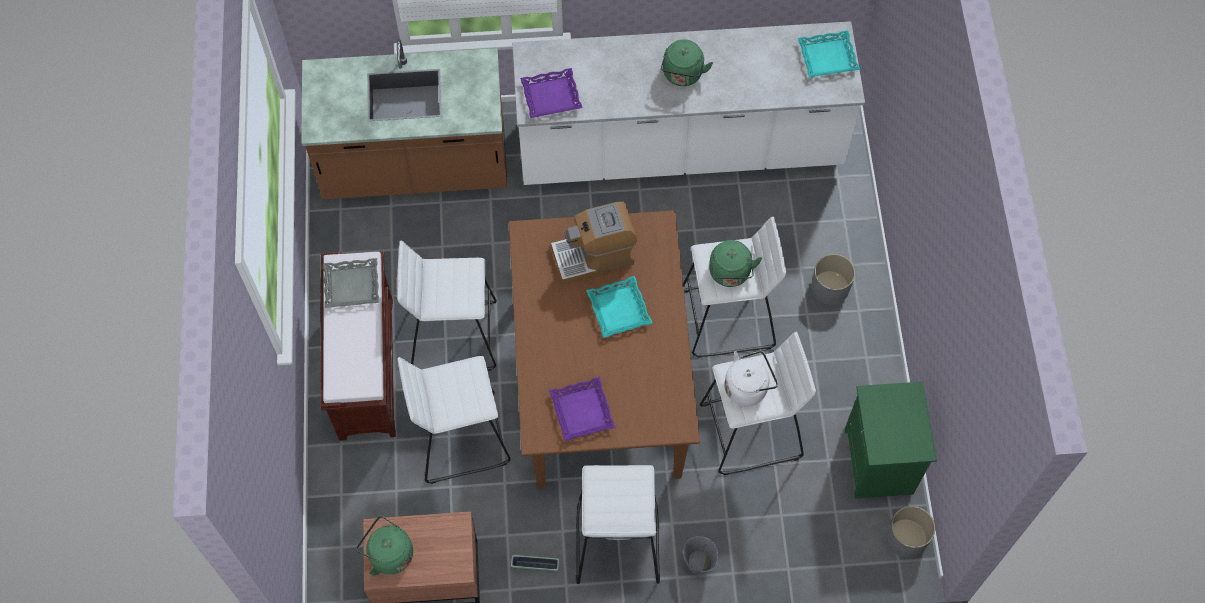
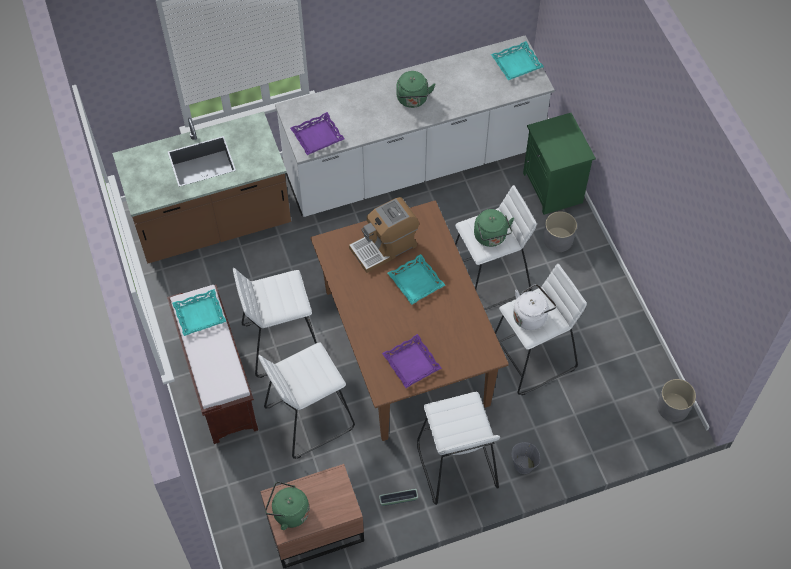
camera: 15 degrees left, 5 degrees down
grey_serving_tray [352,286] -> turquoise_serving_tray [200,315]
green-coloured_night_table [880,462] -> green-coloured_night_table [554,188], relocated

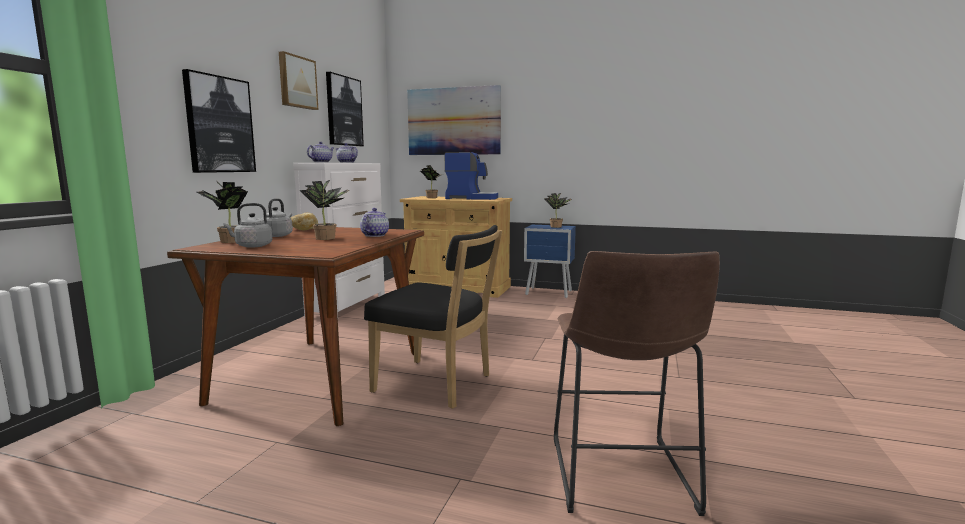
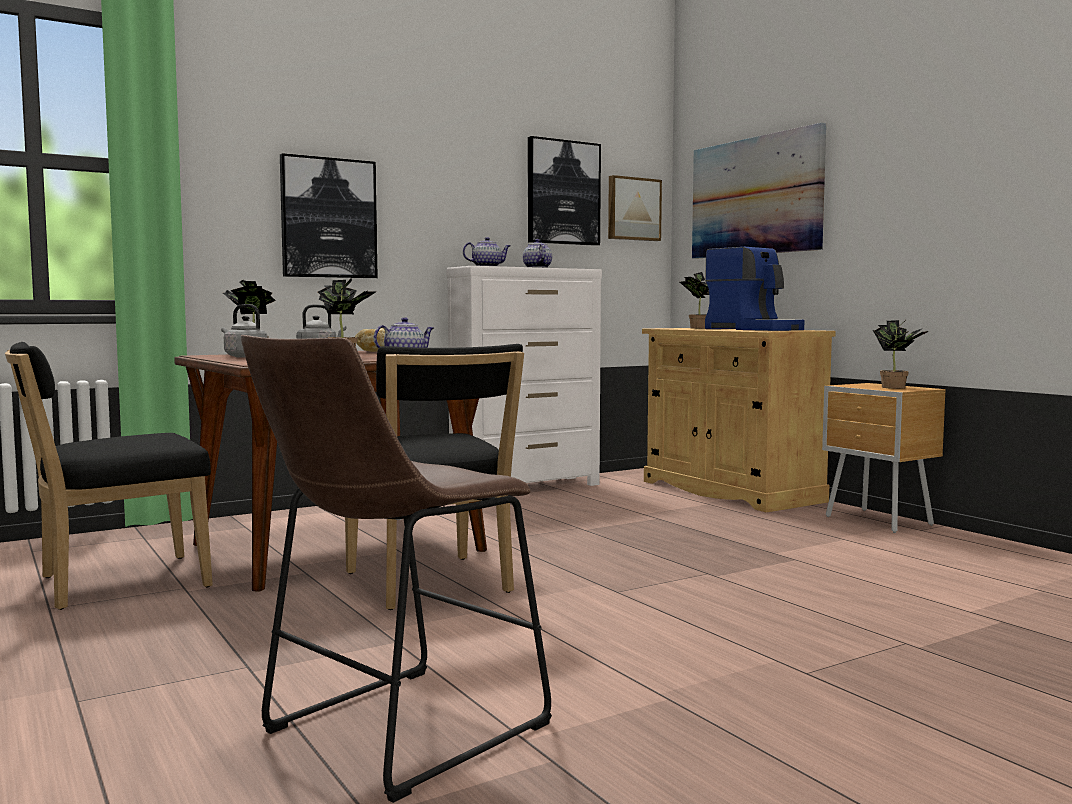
camera: 40 degrees right, 5 degrees down
wall_picture [297,82] -> wall_picture [633,209], relocated
blue_night_table [549,293] -> brown_night_table [879,521]
none -> blackish_plain_chair [115,583]

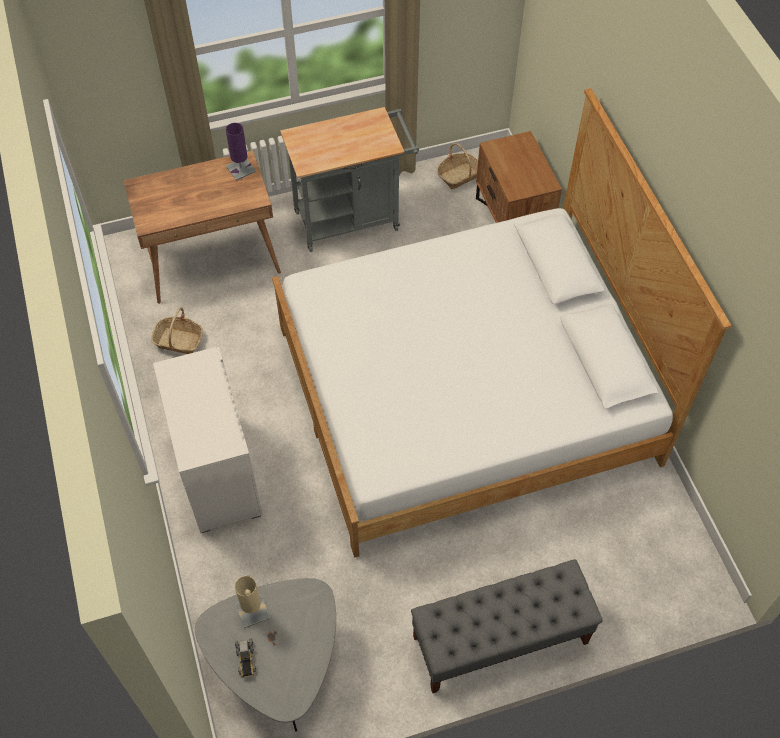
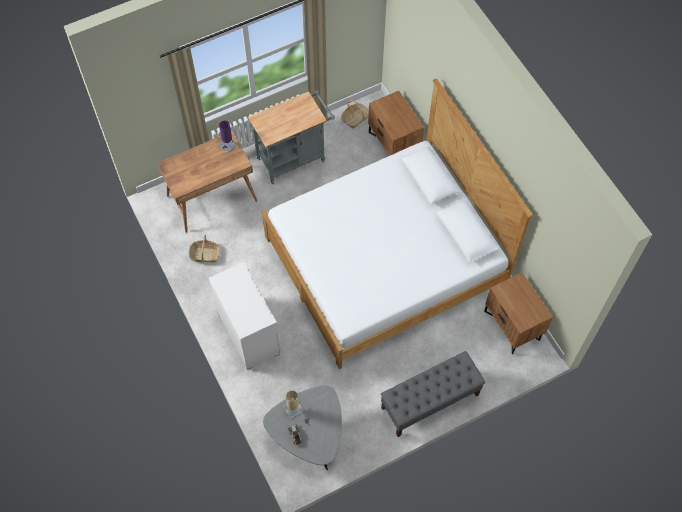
camera: 10 degrees left, 5 degrees up
none -> brown_night_table [512,325]

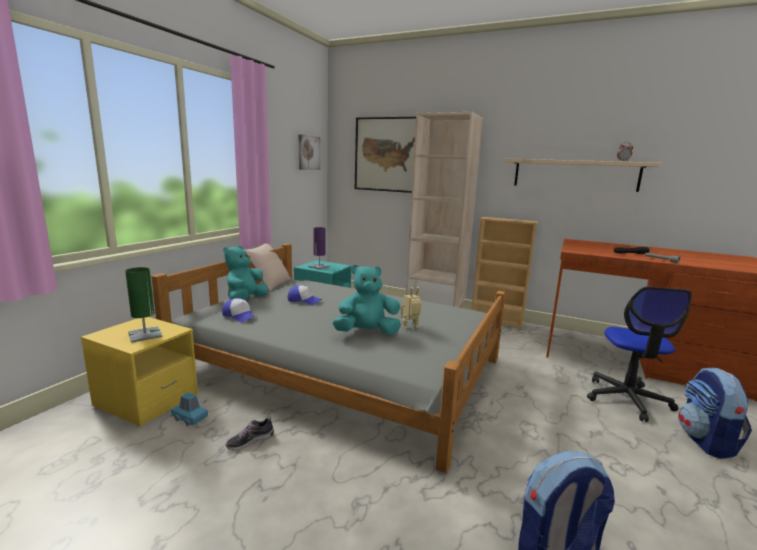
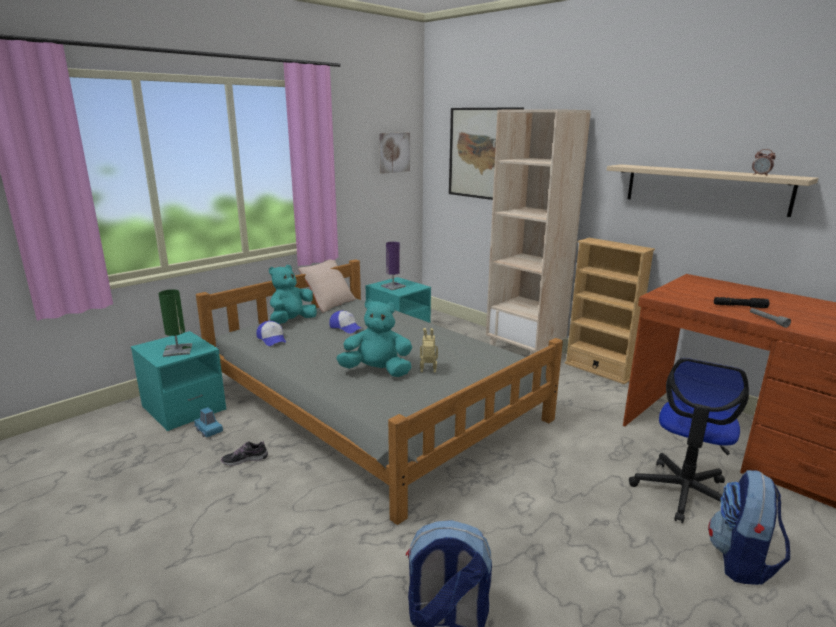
camera: 20 degrees right, 5 degrees up
yellow-coloured_night_table [146,400] -> turquoise_night_table [184,408]

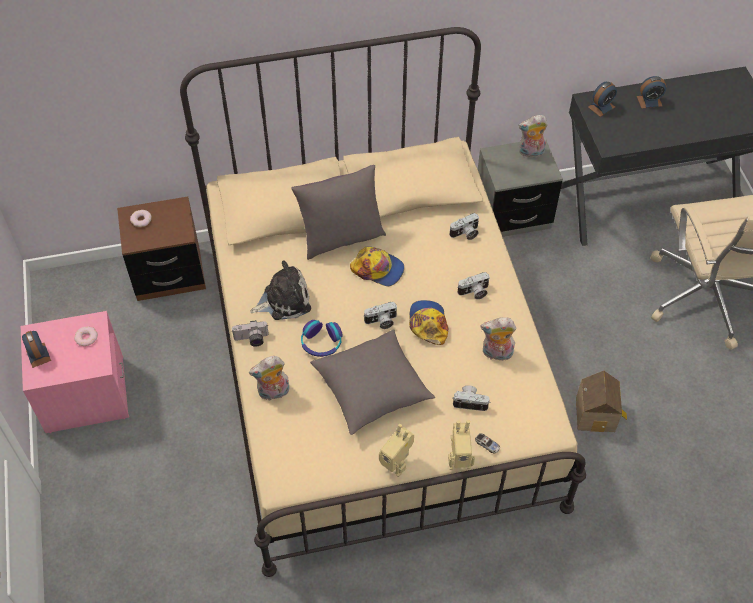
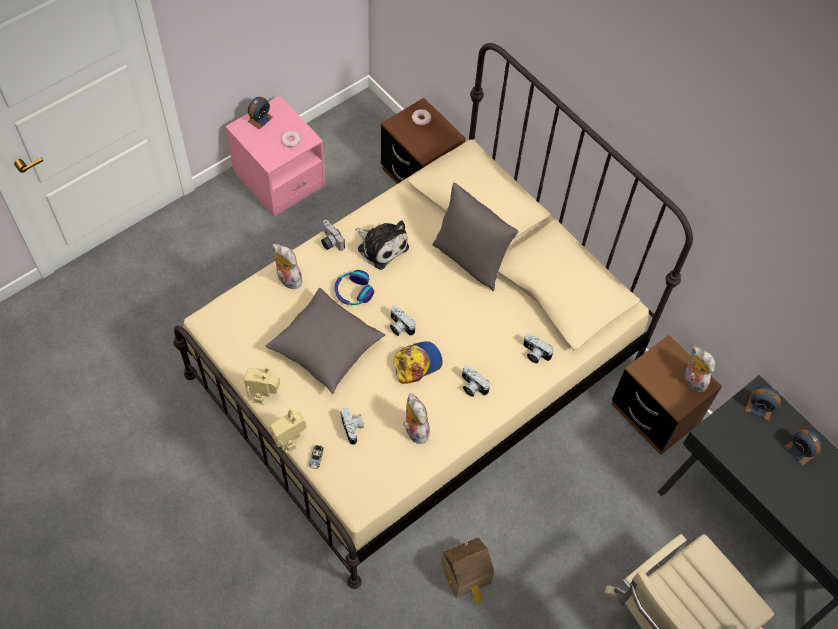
camera: 60 degrees right, 5 degrees up
baseball_cap [378,269] -> none
grey_night_table [512,215] -> brown_night_table [654,414]

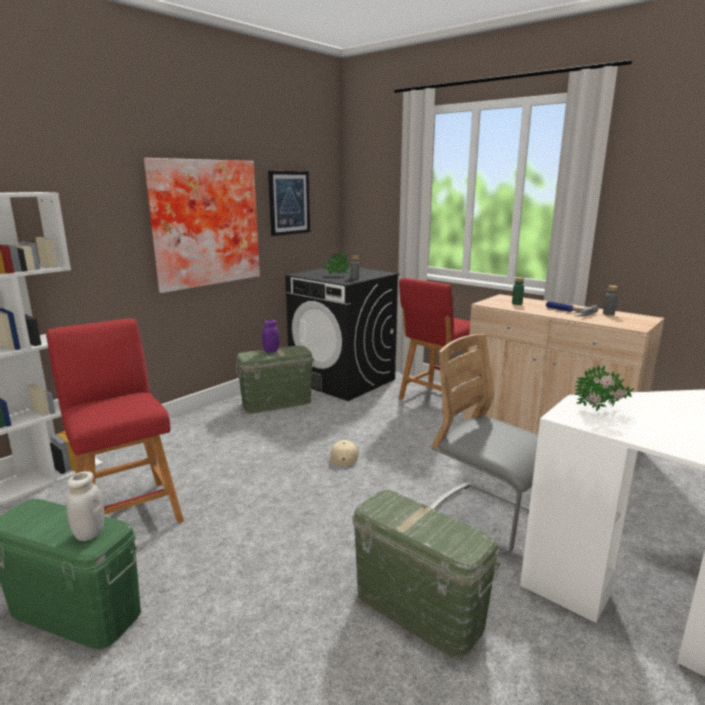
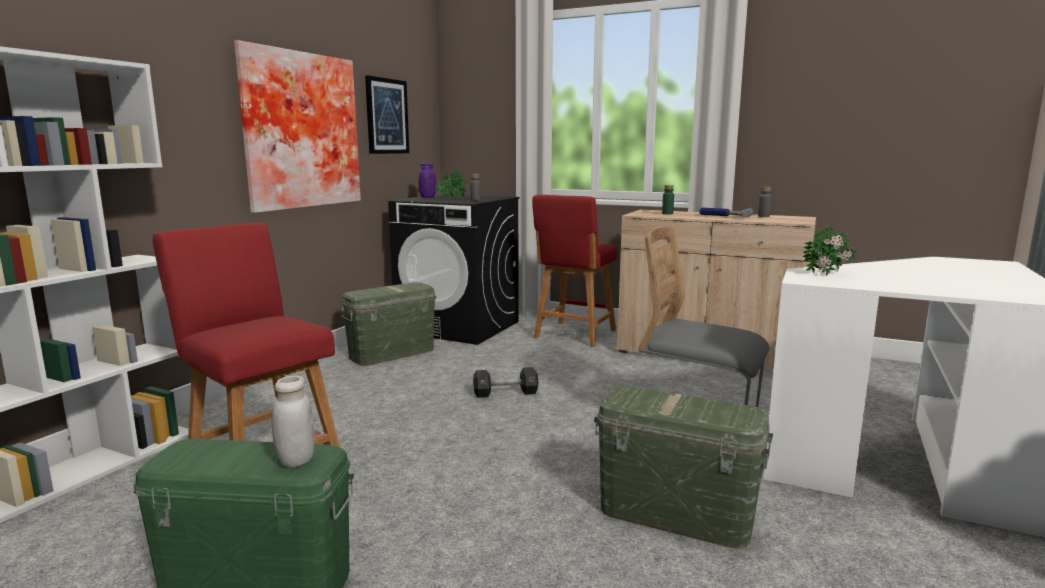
camera: 15 degrees left, 5 degrees down
purple-coloured_jar [271,351] -> purple-coloured_jar [427,197], relocated
beige_baseball_cap [344,455] -> blackish_dumbbell [505,393]

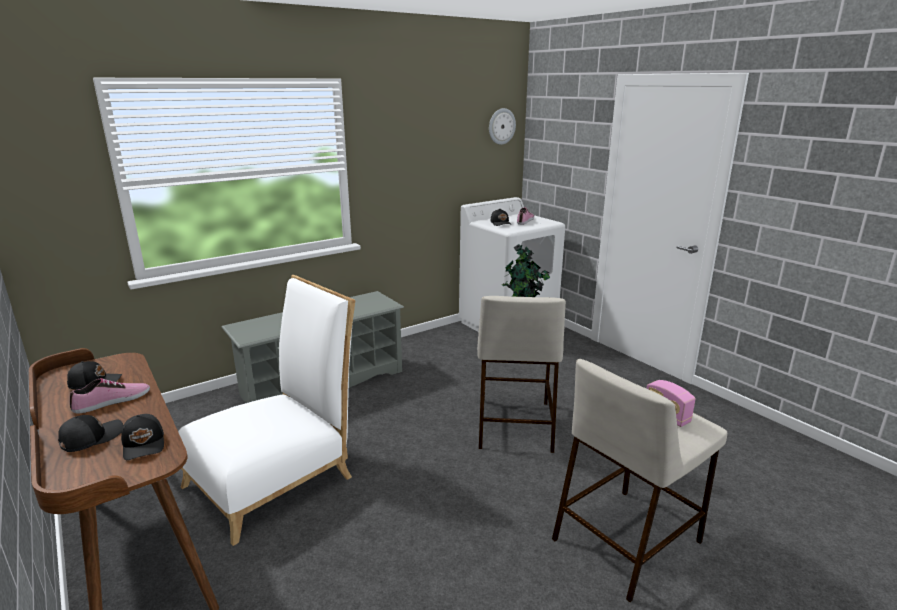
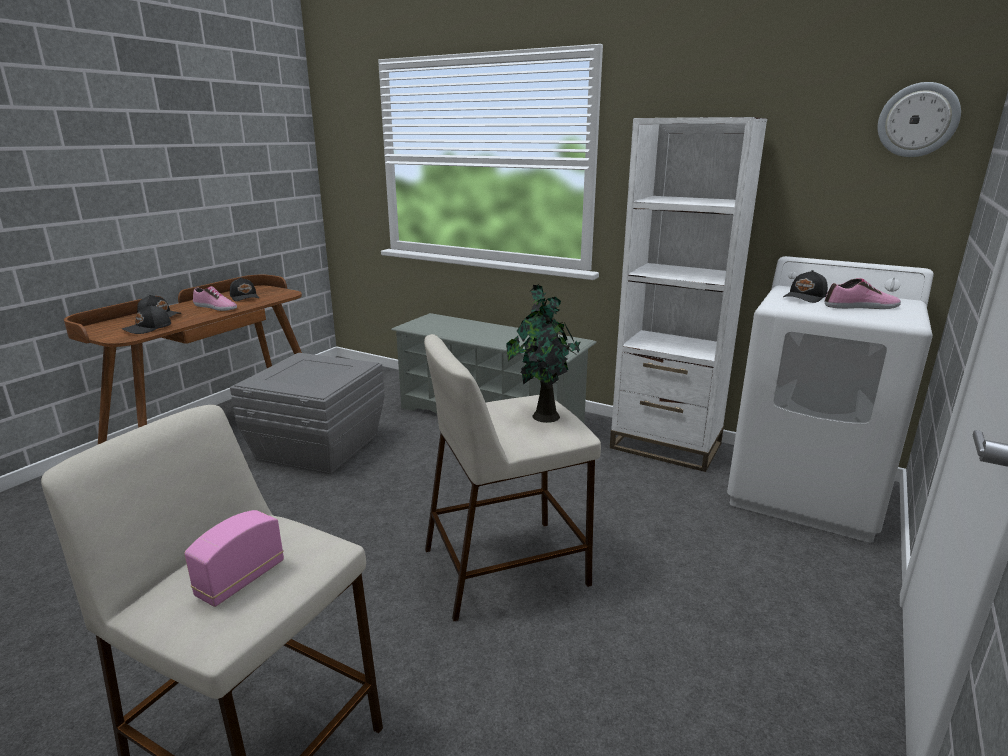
camera: 65 degrees right, 0 degrees up
white_plain_chair [277,477] -> grey_storage_box [317,447]
none -> white_bookcase [665,446]

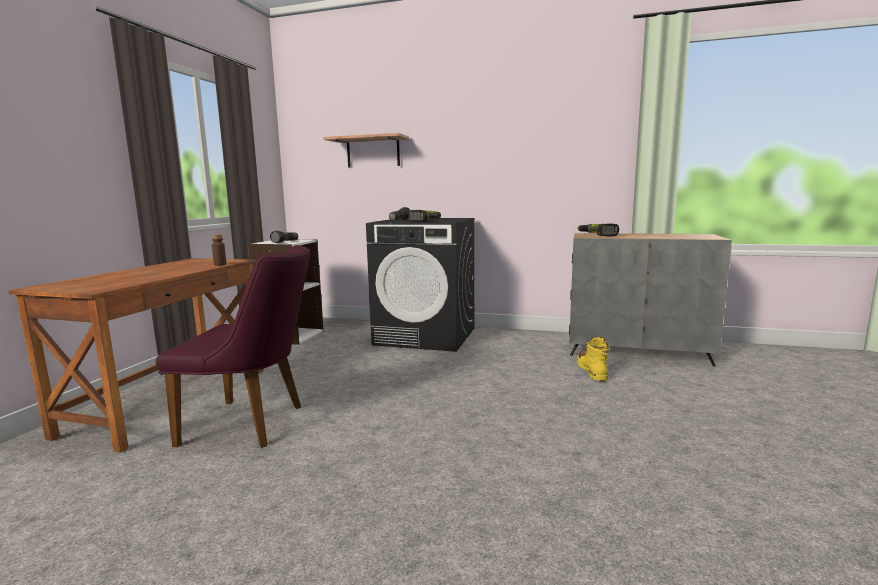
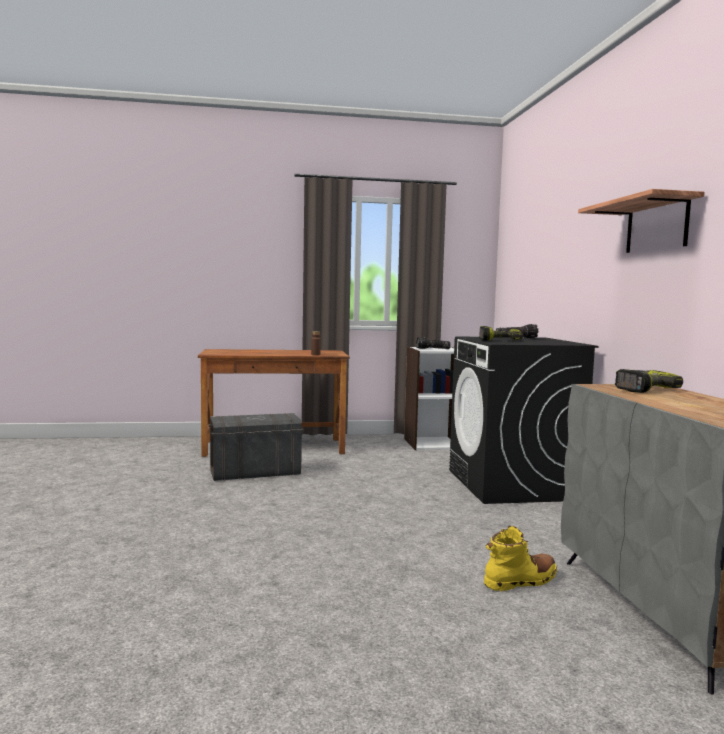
camera: 65 degrees right, 5 degrees down
purple-coloured_plain_chair [254,424] -> grey_storage_box [254,472]
wall_shelf [373,152] -> wall_shelf [656,226], relocated

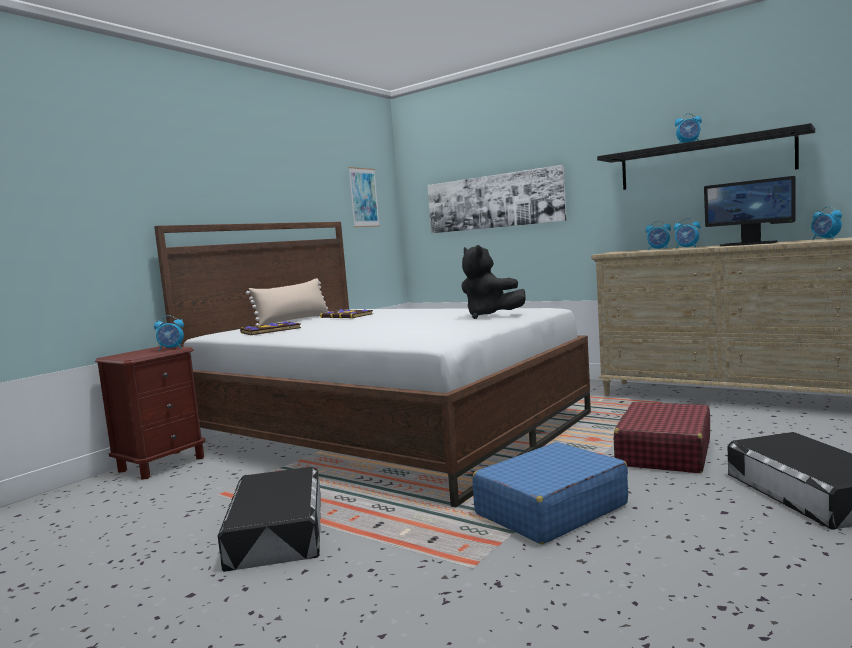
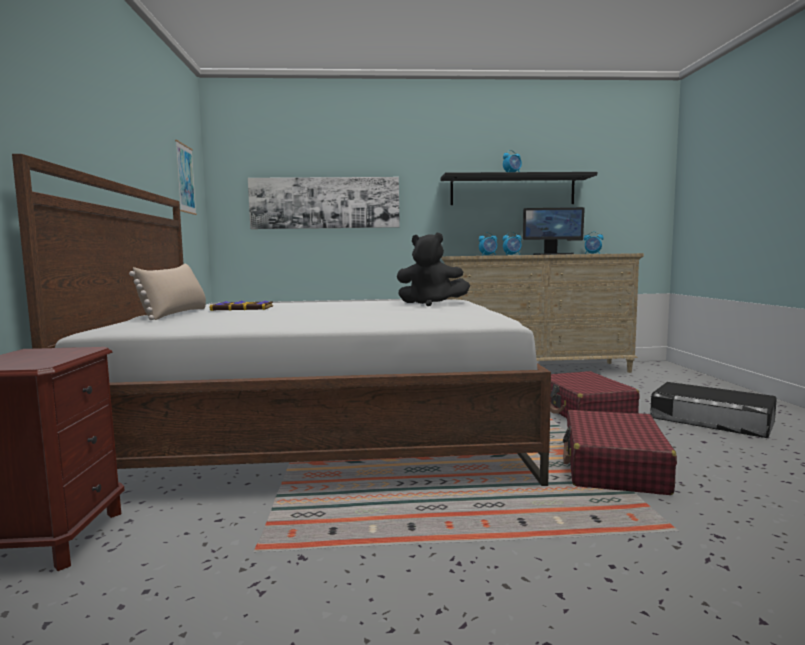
camera: 40 degrees left, 0 degrees up
bedside_clock [171,349] -> none
blackish_storage_box [276,530] -> none
volume [271,330] -> none
blue_travel_case [550,509] -> red-coloured_travel_case [613,467]

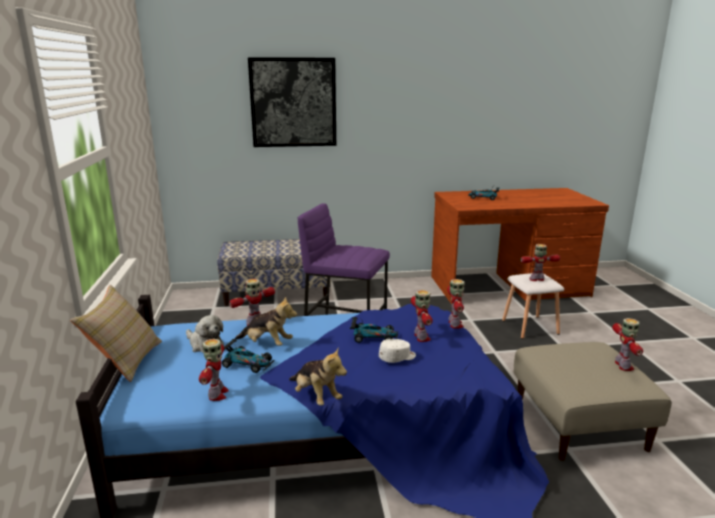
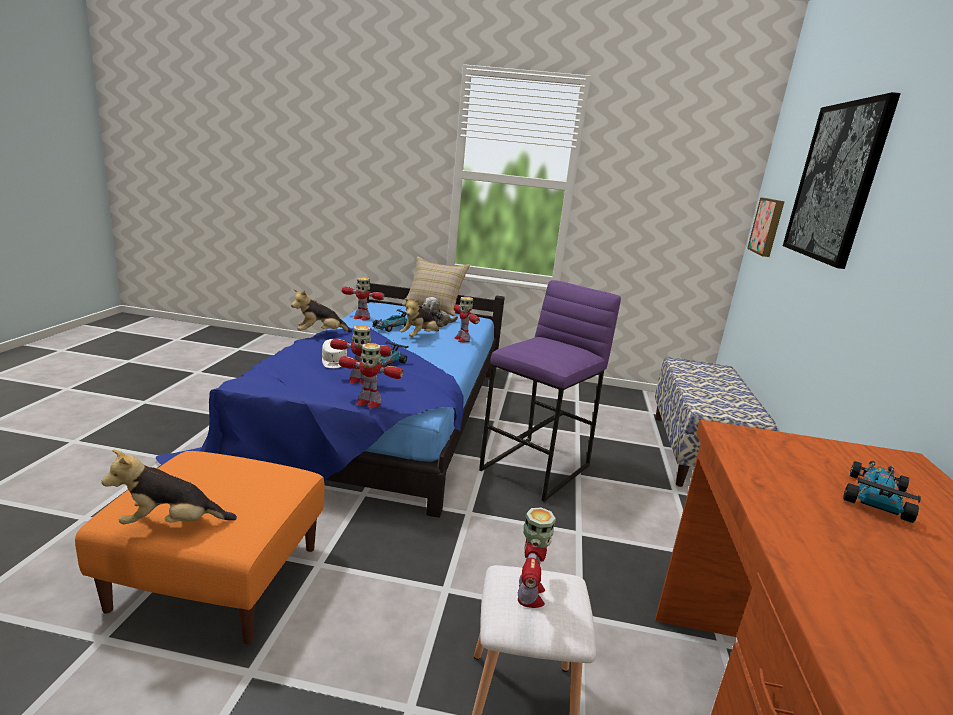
camera: 105 degrees right, 0 degrees up
beige_pouffe [578,423] -> orange-coloured_pouffe [219,576]
model_robot [623,366] -> plush_toy [172,524]
none -> wall_picture [768,226]

